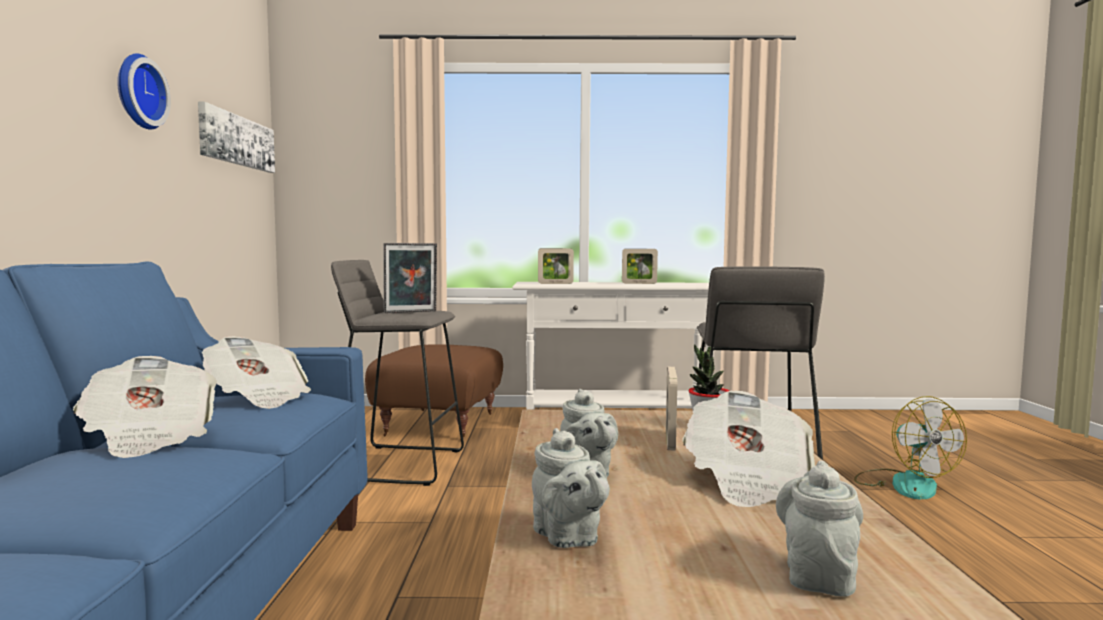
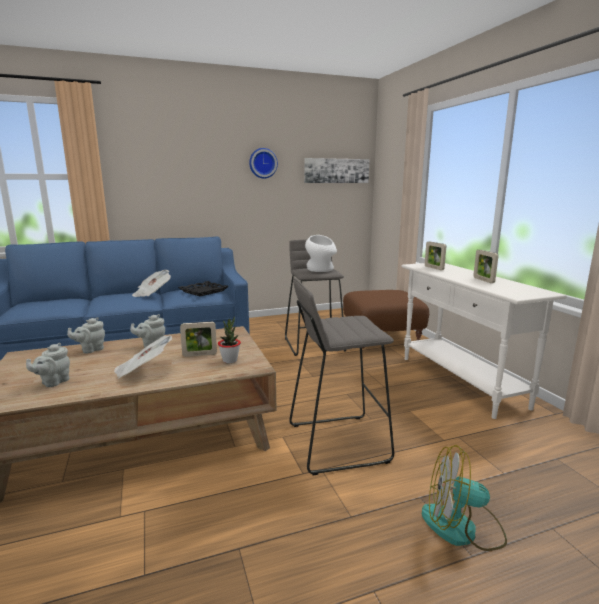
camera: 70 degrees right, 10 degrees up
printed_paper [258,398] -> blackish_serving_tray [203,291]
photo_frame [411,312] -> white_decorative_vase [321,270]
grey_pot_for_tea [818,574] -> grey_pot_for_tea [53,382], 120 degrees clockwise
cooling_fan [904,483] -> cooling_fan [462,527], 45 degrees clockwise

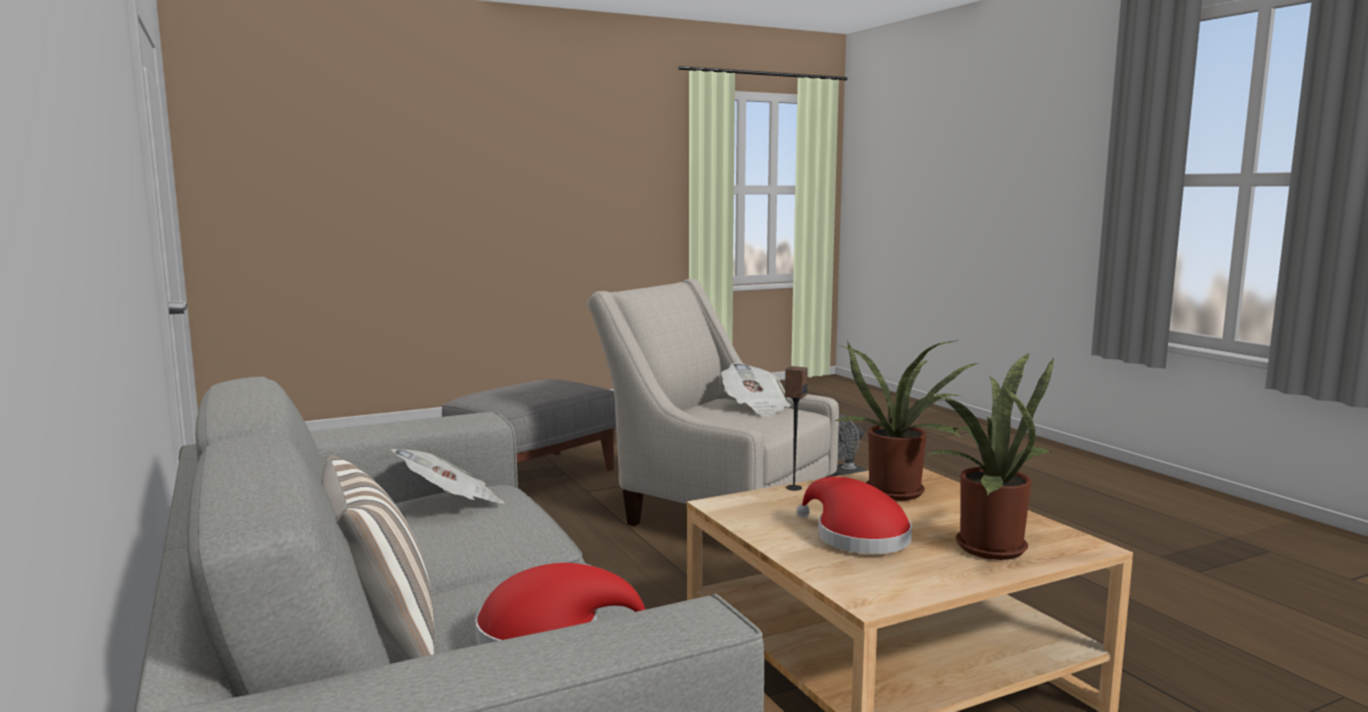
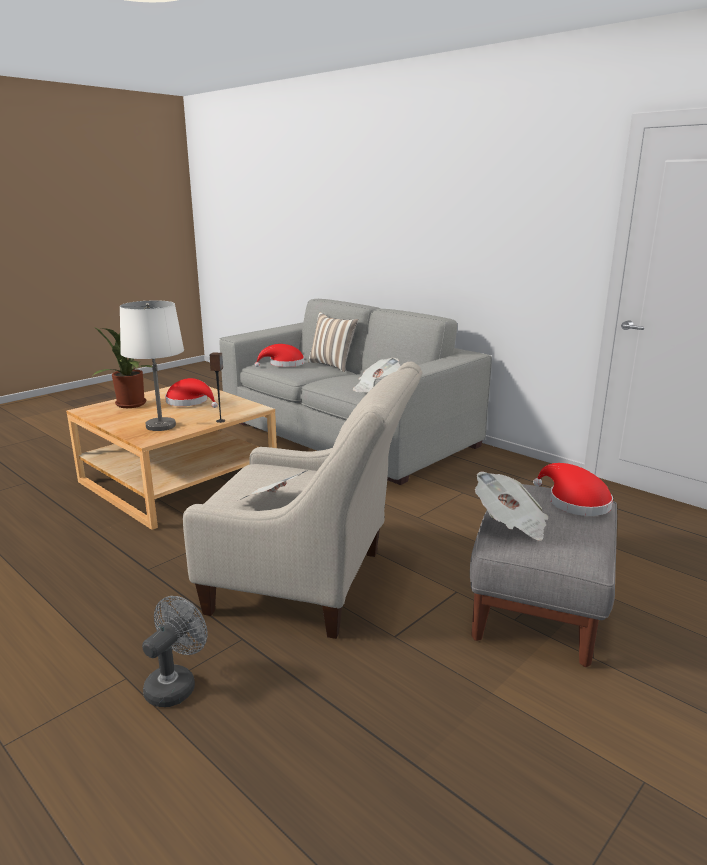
camera: 160 degrees right, 10 degrees up
houseplant [898,491] -> white_lamp_for_a_table [160,426]
none -> printed_paper [510,523]
none -> red-coloured_wearable_hat [574,502]

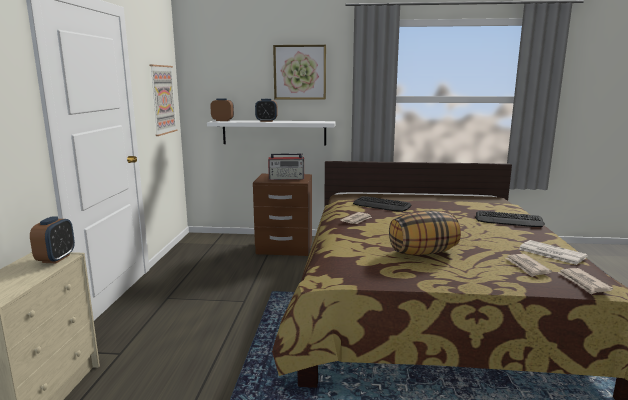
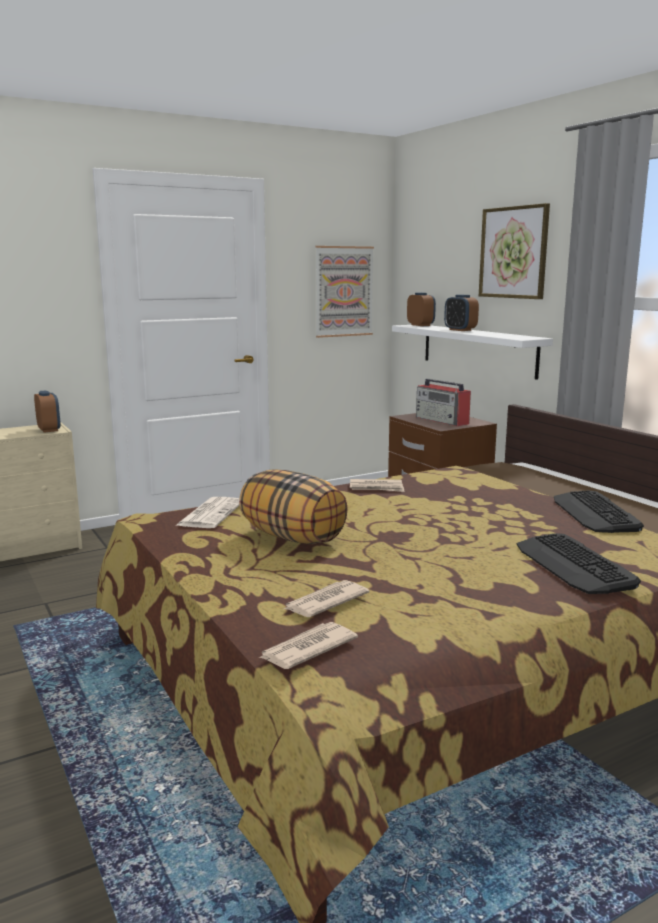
camera: 55 degrees right, 0 degrees up
bedside_clock [56,258] -> bedside_clock [49,429], 90 degrees counterclockwise
keyboard [381,205] -> keyboard [595,513], relocated
printed_paper [551,253] -> printed_paper [210,513], relocated

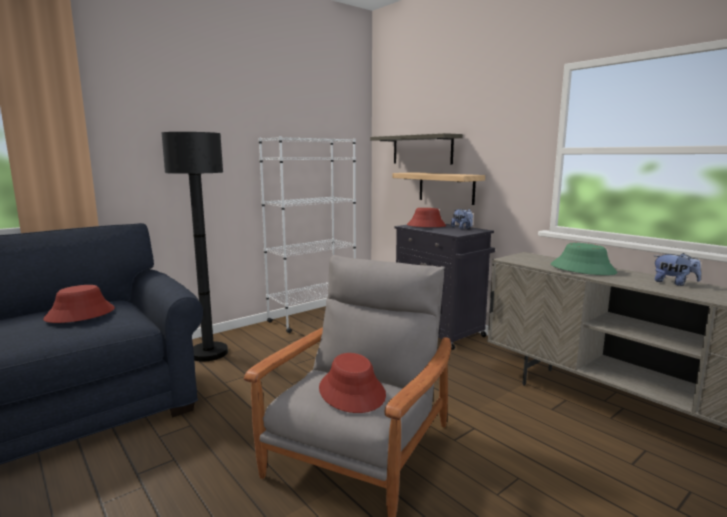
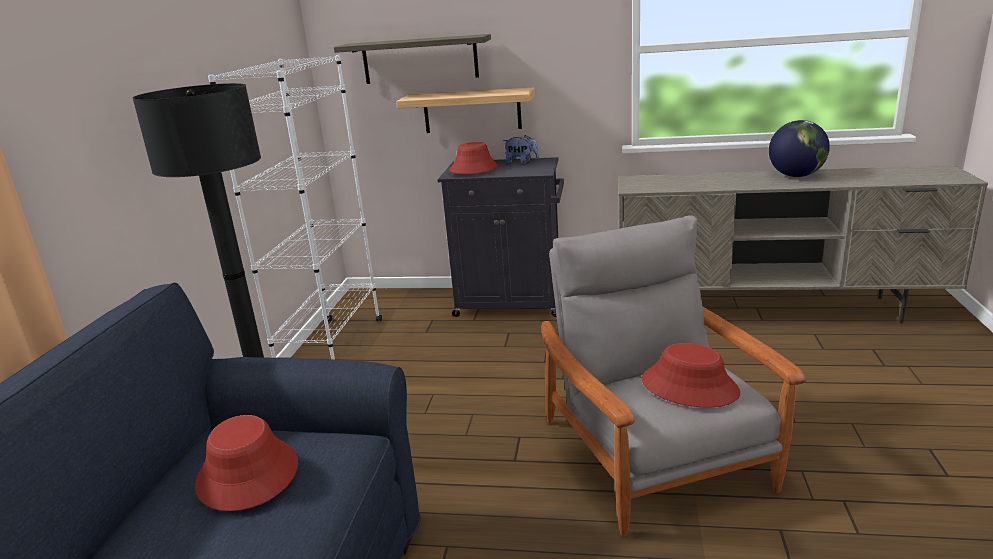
camera: 40 degrees left, 10 degrees up
green-coloured_wearable_hat [582,269] -> none
plush_toy [674,283] -> desk_globe [796,176]

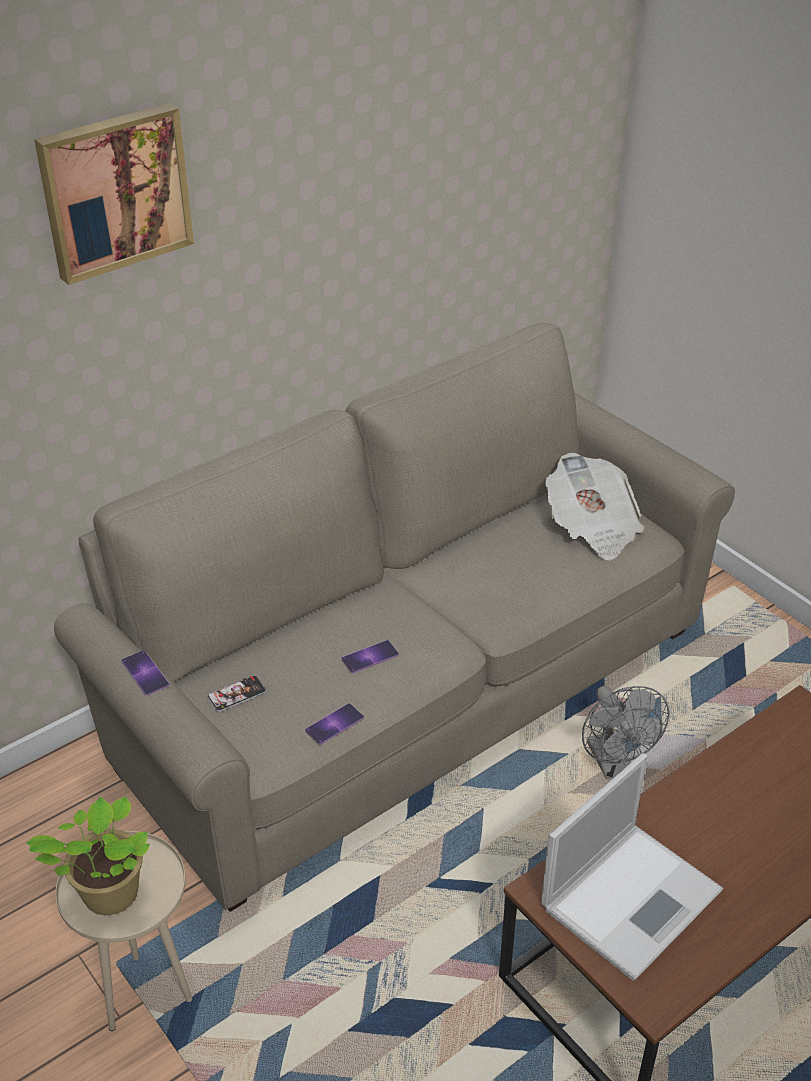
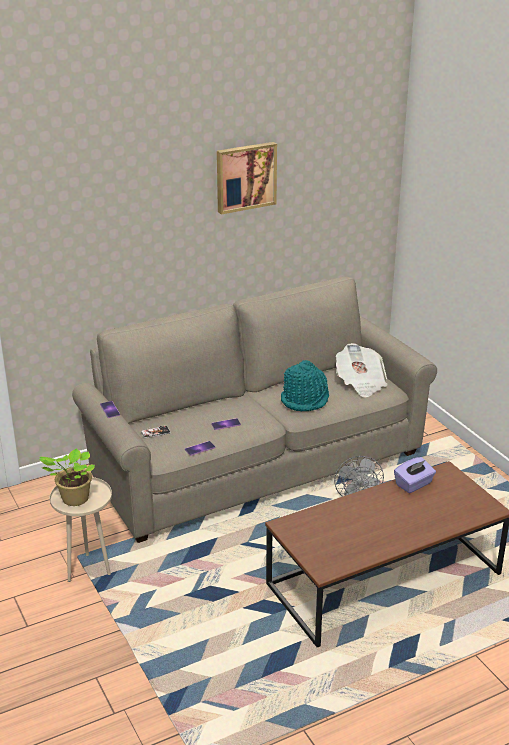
camera: 10 degrees right, 10 degrees down
wall_picture [114,191] -> wall_picture [245,177], relocated
portable_computer [632,897] -> none
none -> turquoise_wearable_hat [305,399]
none -> purple-coloured_tissue_holder [414,484]

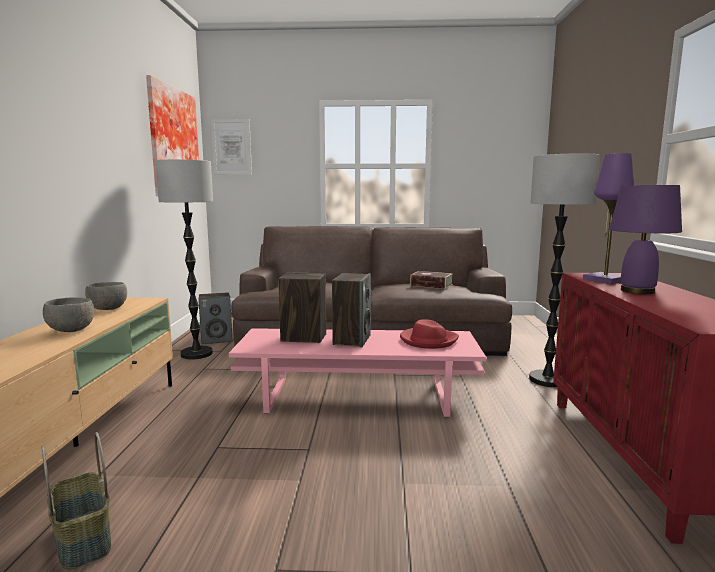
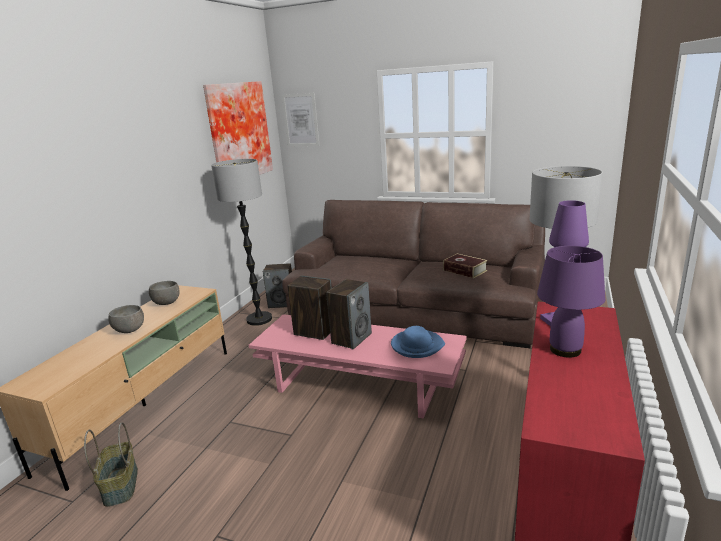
camera: 20 degrees right, 10 degrees up
red-coloured_wearable_hat [428,340] -> blue_wearable_hat [417,346]

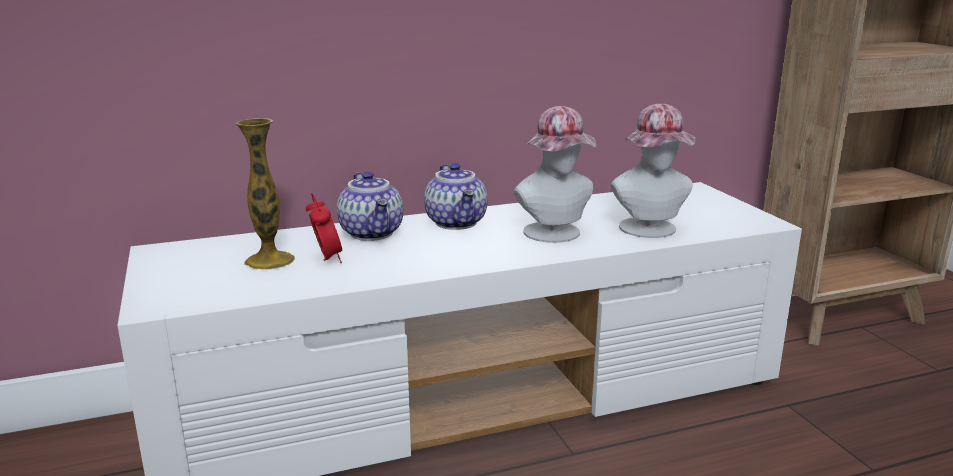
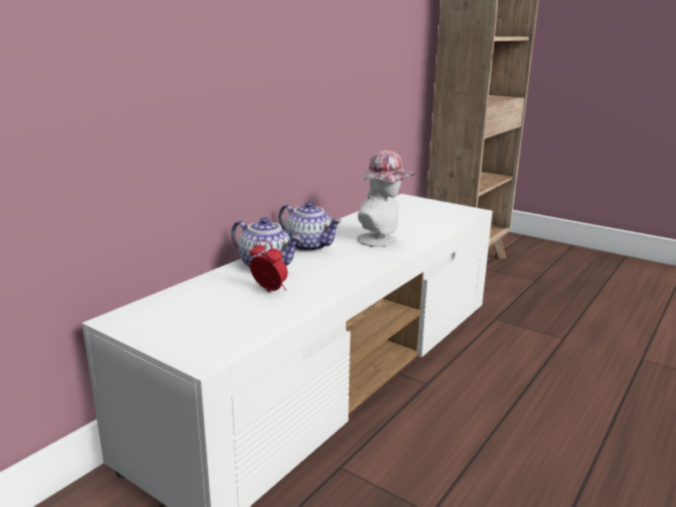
camera: 35 degrees left, 0 degrees up
decorative_vase [270,261] -> none
wearable_hat [651,231] -> none

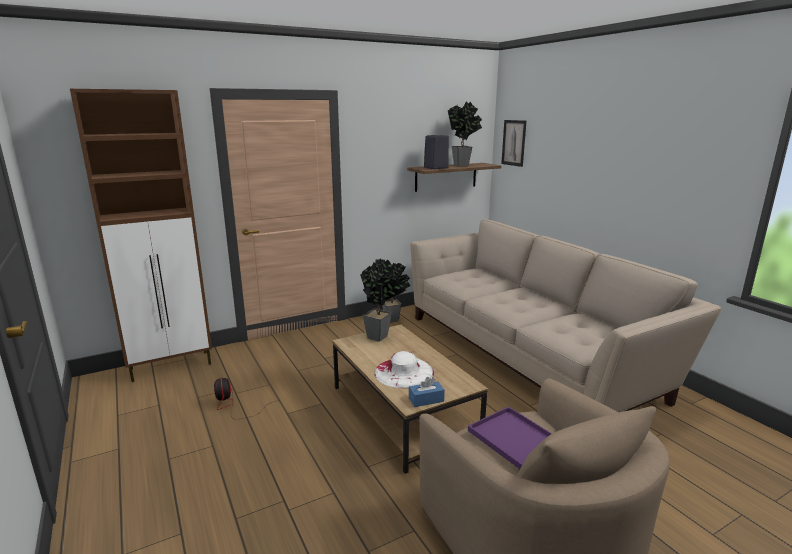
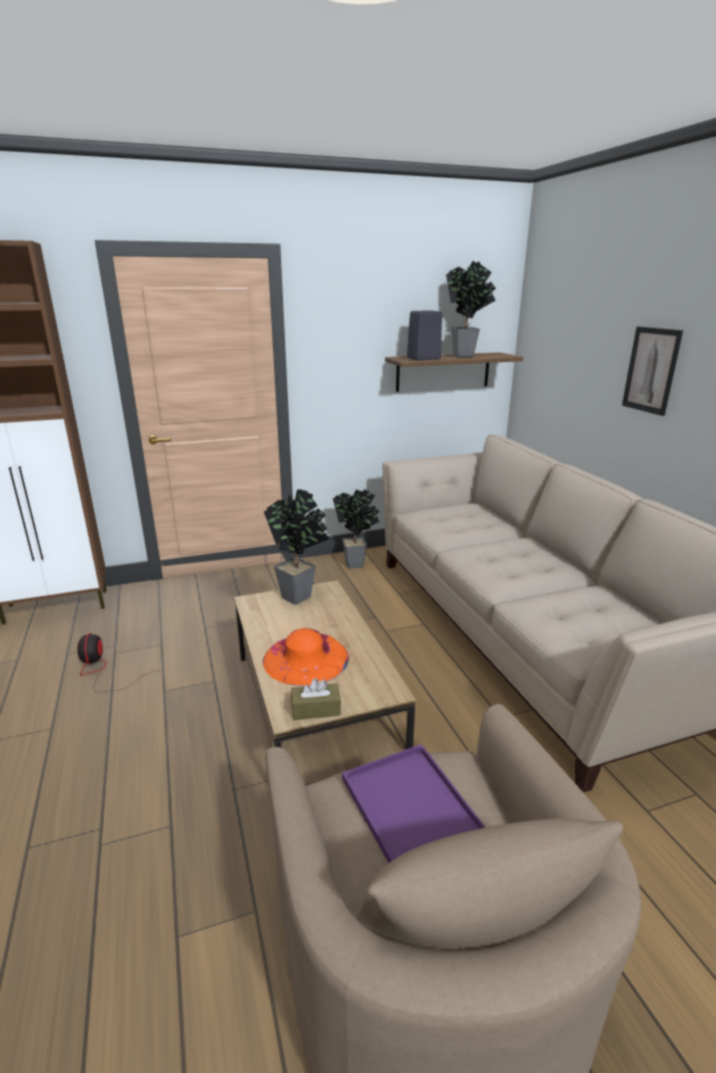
camera: 10 degrees right, 5 degrees up
white_wearable_hat [404,372] -> orange-coloured_wearable_hat [306,658]
blue_tissue_holder [426,400] -> brown_tissue_holder [316,709]
wall_picture [513,143] -> wall_picture [651,370], relocated

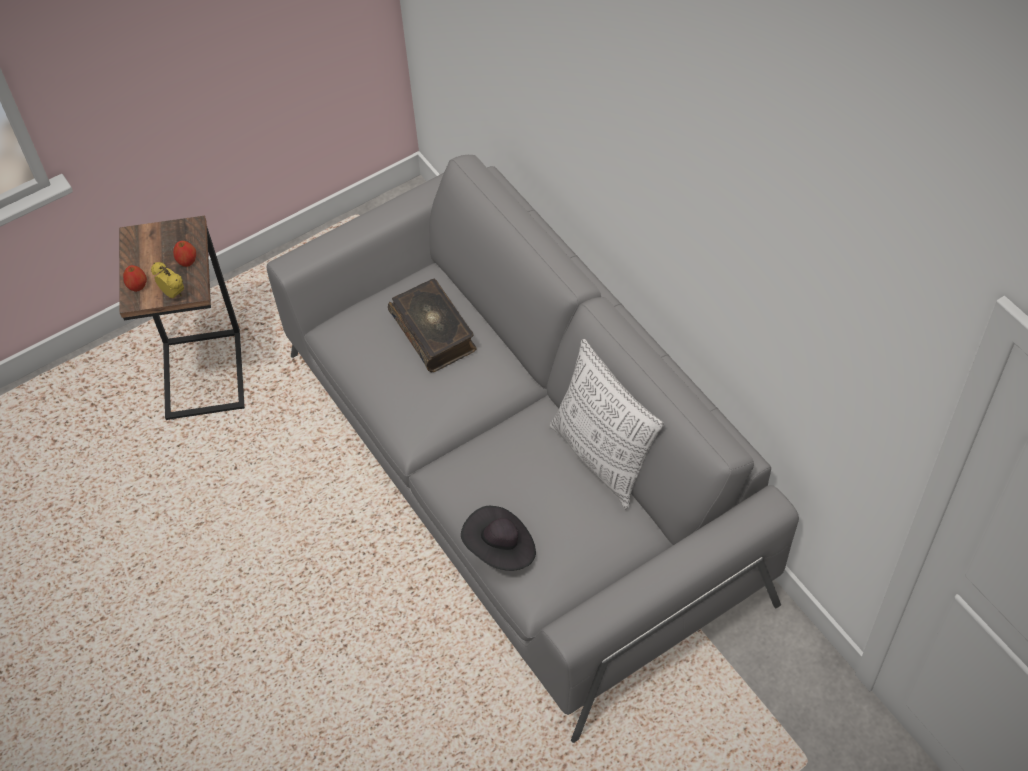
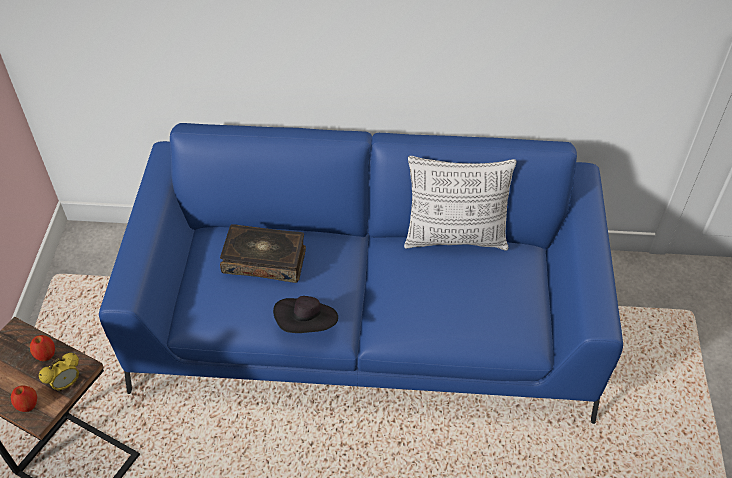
camera: 55 degrees left, 5 degrees down
bedside_clock [173,293] -> bedside_clock [67,384], 150 degrees clockwise
grey_settee [520,473] -> blue_settee [366,321]
blackish_wearable_hat [500,549] -> blackish_wearable_hat [307,324], relocated

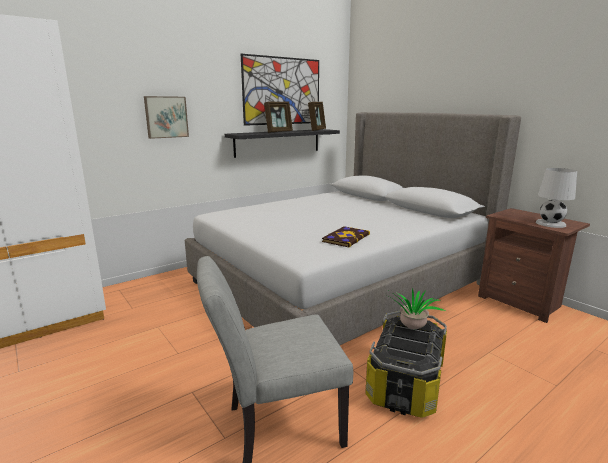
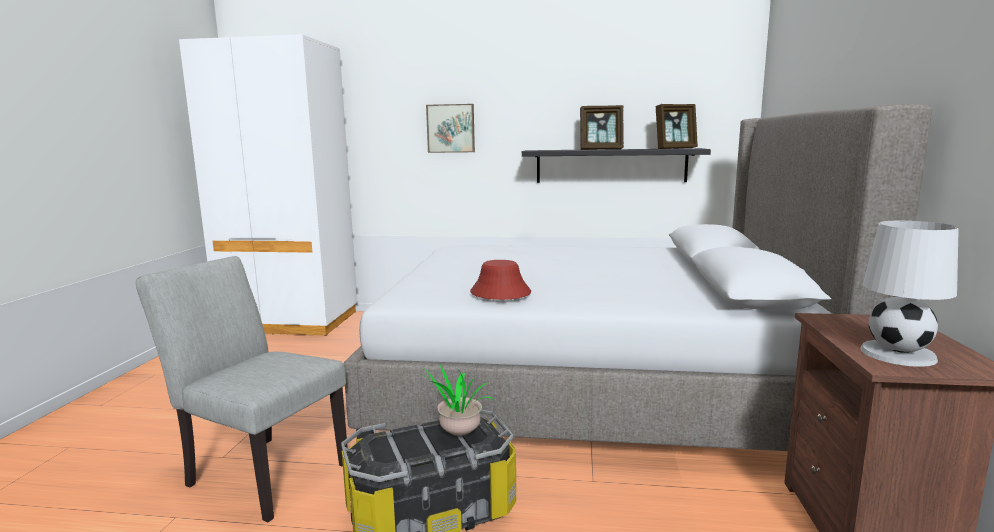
camera: 45 degrees right, 5 degrees down
wall_picture [282,91] -> none
volume [345,238] -> red-coloured_wearable_hat [500,293]

